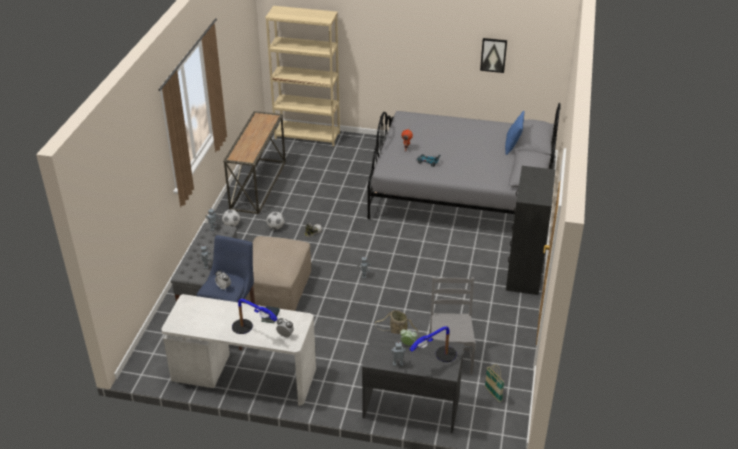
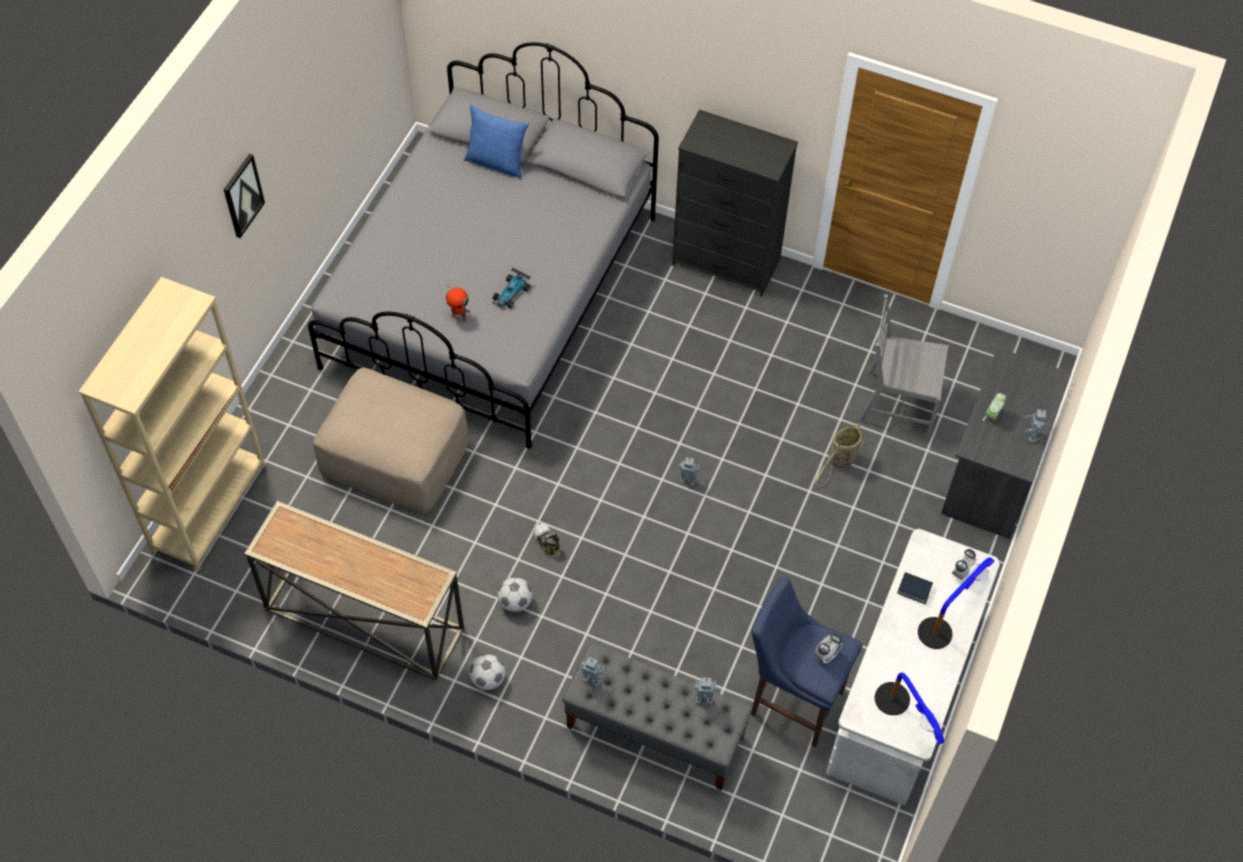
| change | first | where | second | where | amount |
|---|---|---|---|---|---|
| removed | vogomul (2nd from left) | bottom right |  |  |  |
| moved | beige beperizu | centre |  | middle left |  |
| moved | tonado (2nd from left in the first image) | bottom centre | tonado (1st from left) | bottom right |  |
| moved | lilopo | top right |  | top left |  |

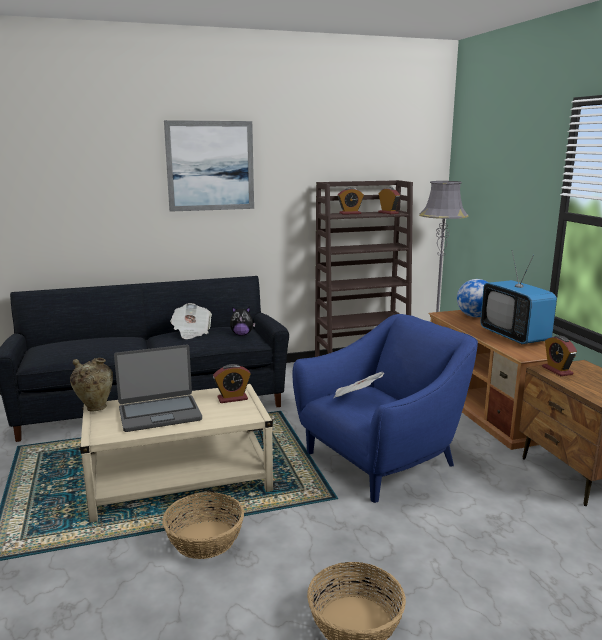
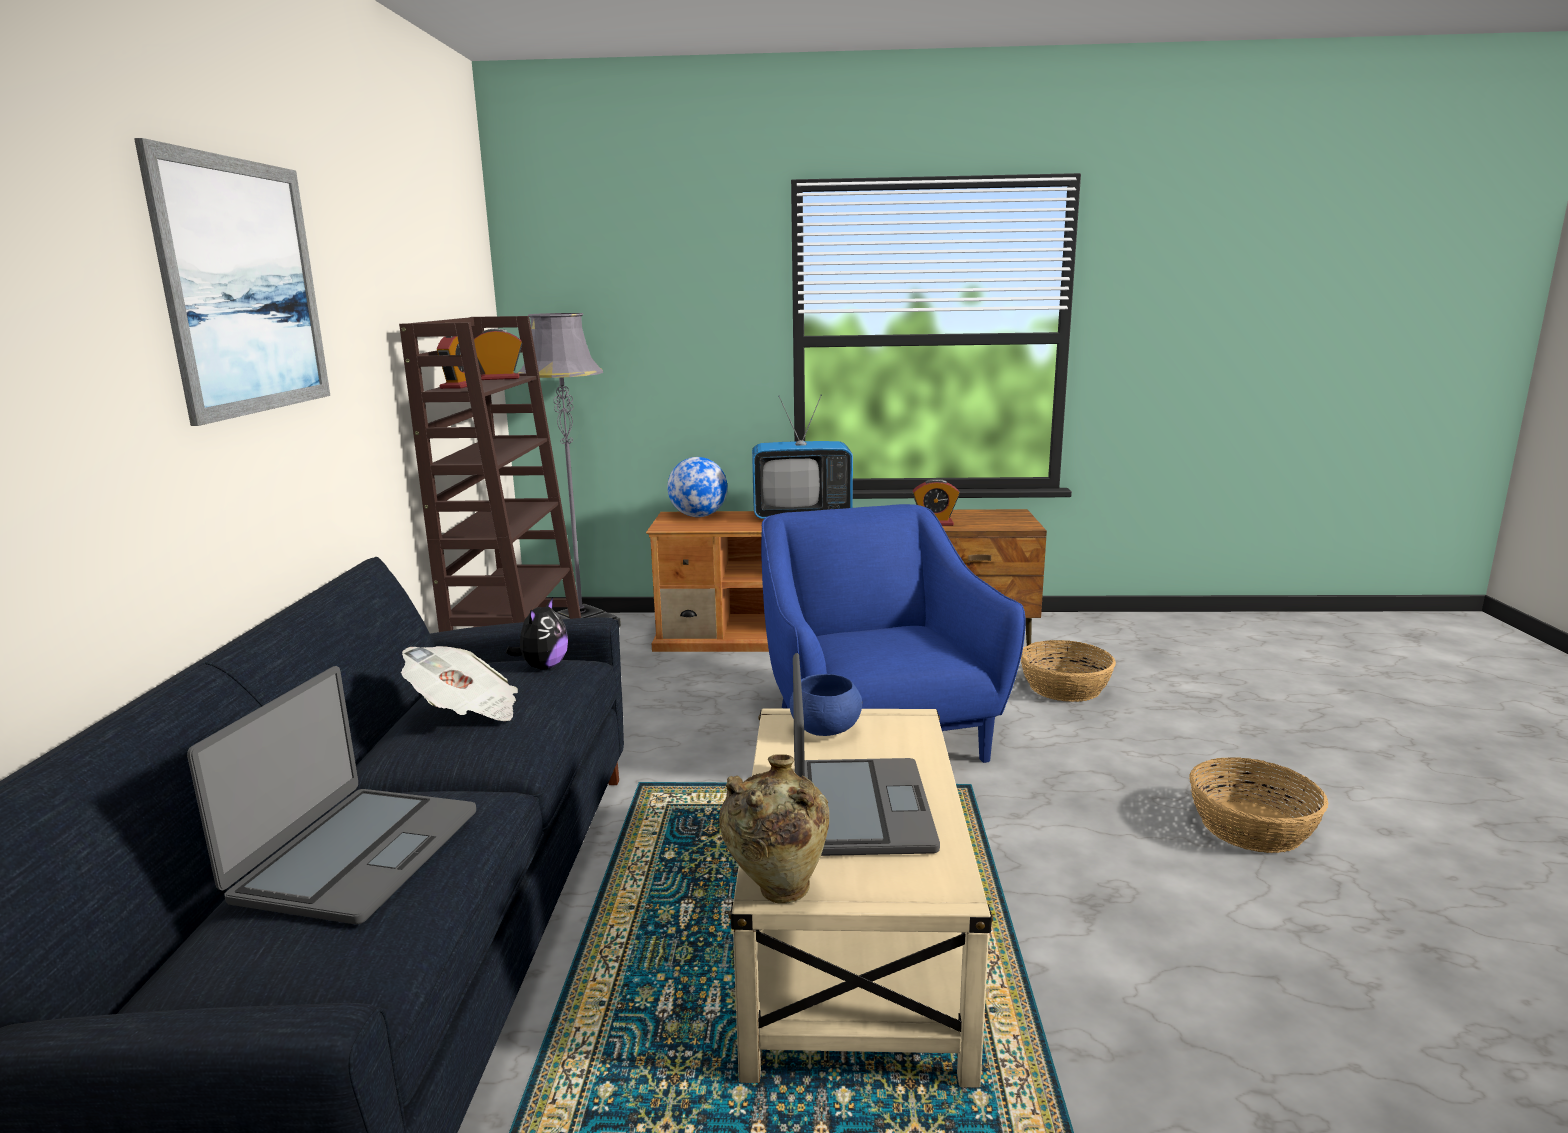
| change | first | where | second | where | amount |
|---|---|---|---|---|---|
| removed | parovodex (2nd from left) | centre |  |  |  |
| added |  |  | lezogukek (1st from left) | bottom left |  |
| moved | vogomul (1st from left) | bottom centre |  | middle right |  |
| replaced | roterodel (1st from left) | centre | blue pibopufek | centre |  |

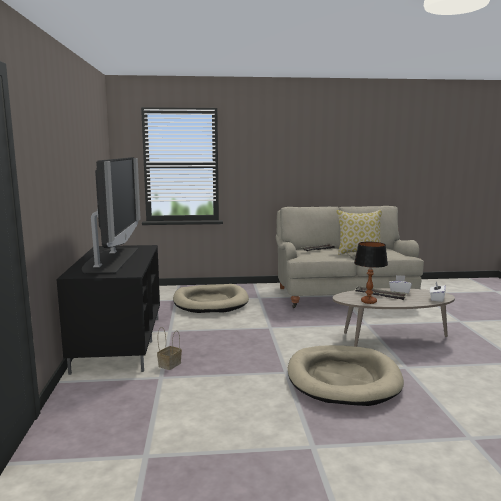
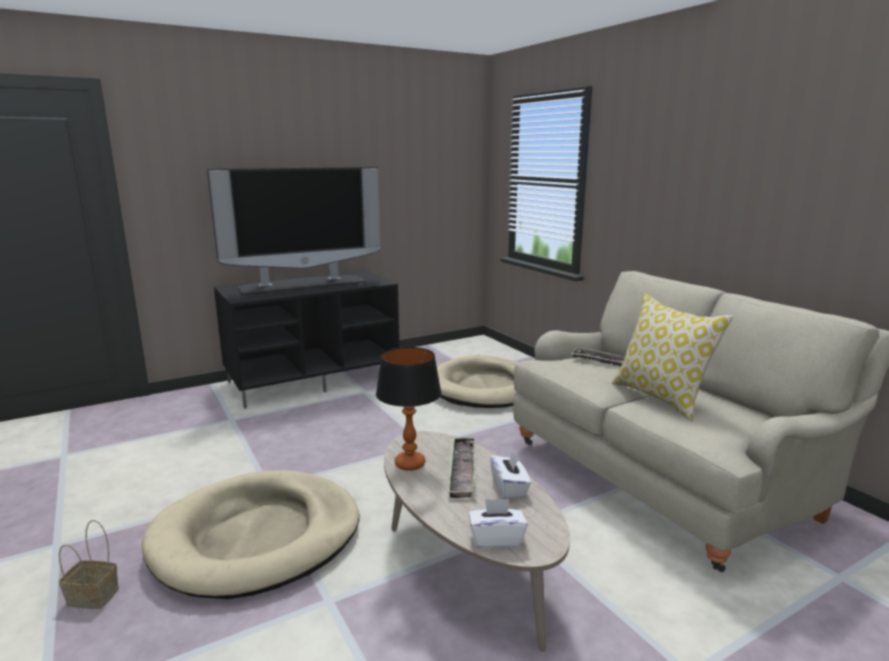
| change | first | where | second | where | amount |
|---|---|---|---|---|---|
| moved | vogomul | bottom centre |  | bottom left |  |

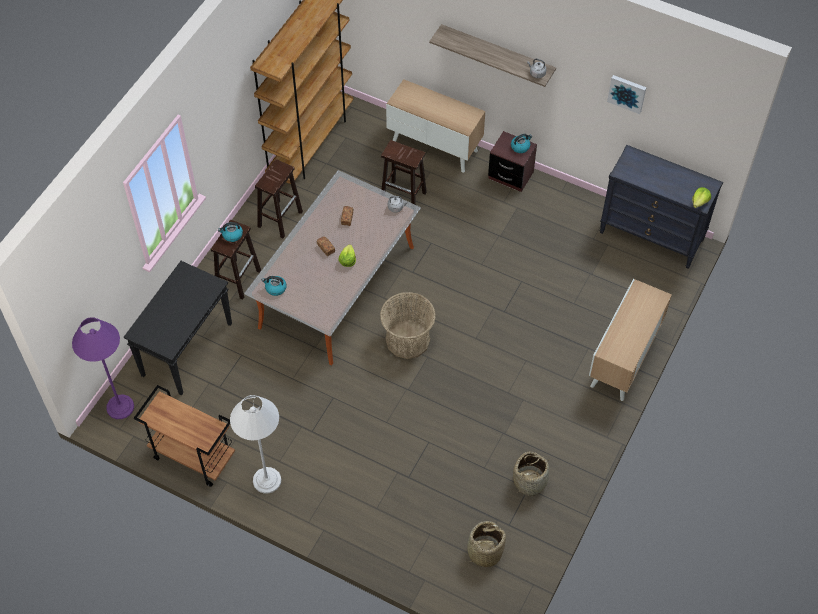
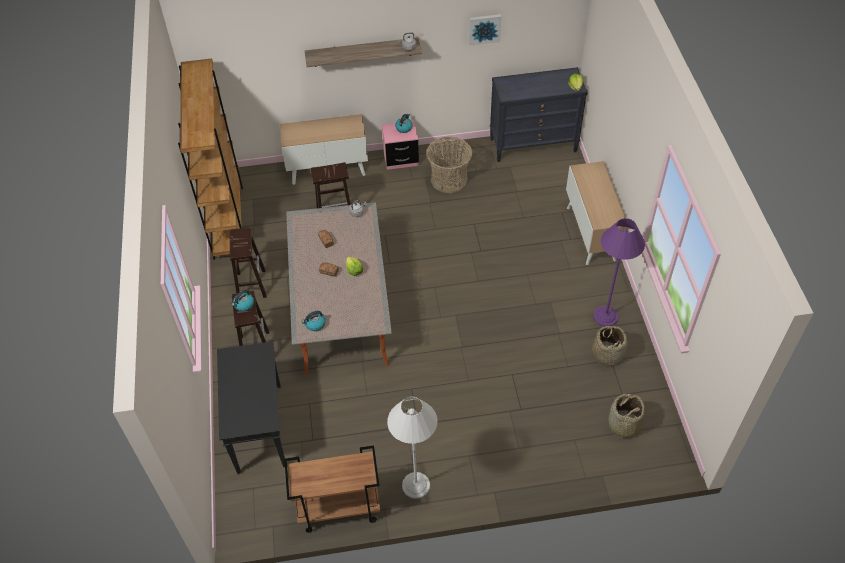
| change | first | where | second | where | amount |
|---|---|---|---|---|---|
| moved | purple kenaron | middle left |  | middle right |  |
| moved | vogomul (1st from left) | centre |  | top centre |  |
| recoloured | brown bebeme | top centre | pink bebeme | top centre |  |

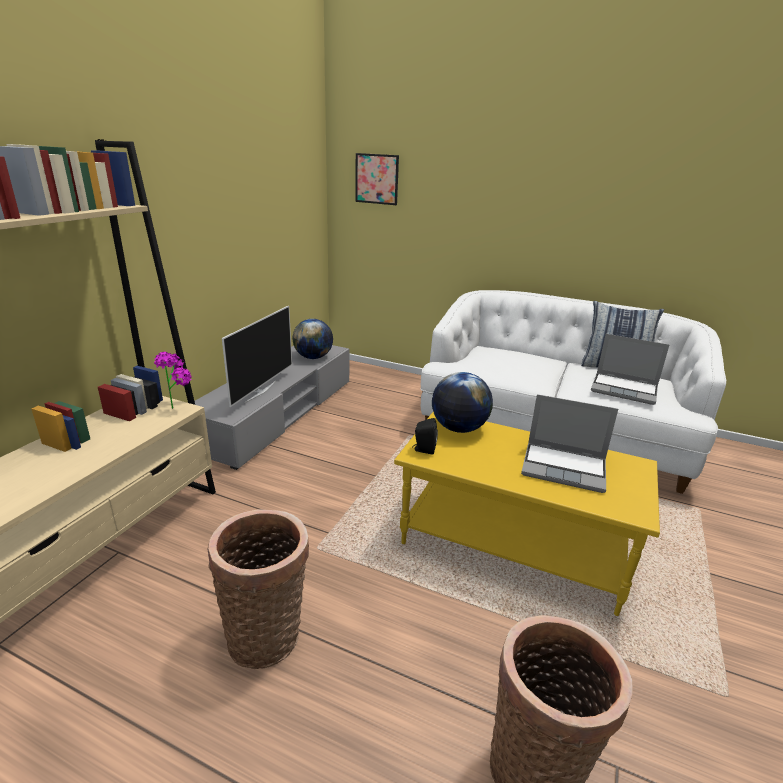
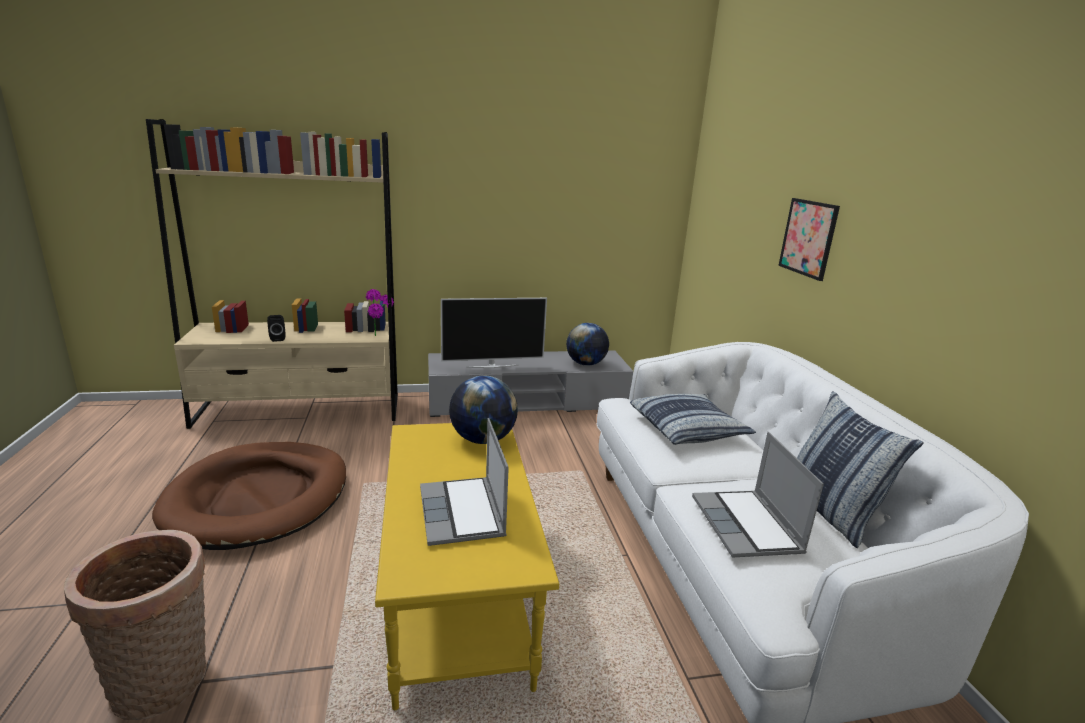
| change | first | where | second | where | amount |
|---|---|---|---|---|---|
| added |  |  | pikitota (1st from left) | centre |  |
| moved | lilopo | top centre |  | top right |  |
| moved | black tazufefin | centre |  | middle left |  |
| replaced | vogomul (1st from left) | bottom left | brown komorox | bottom left |  |

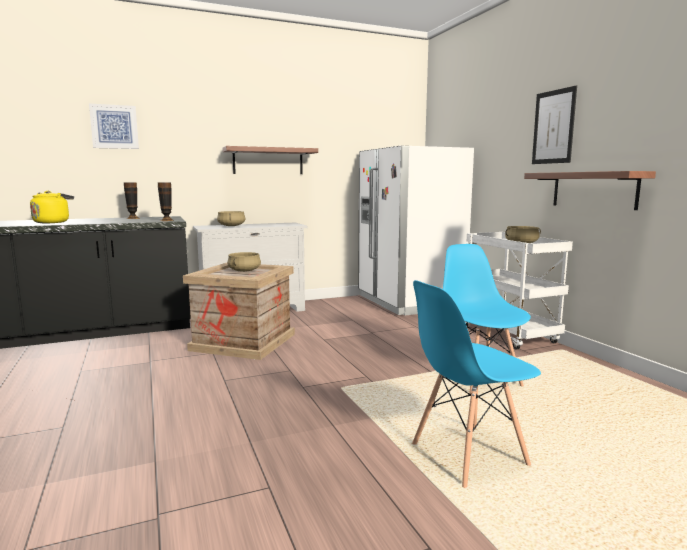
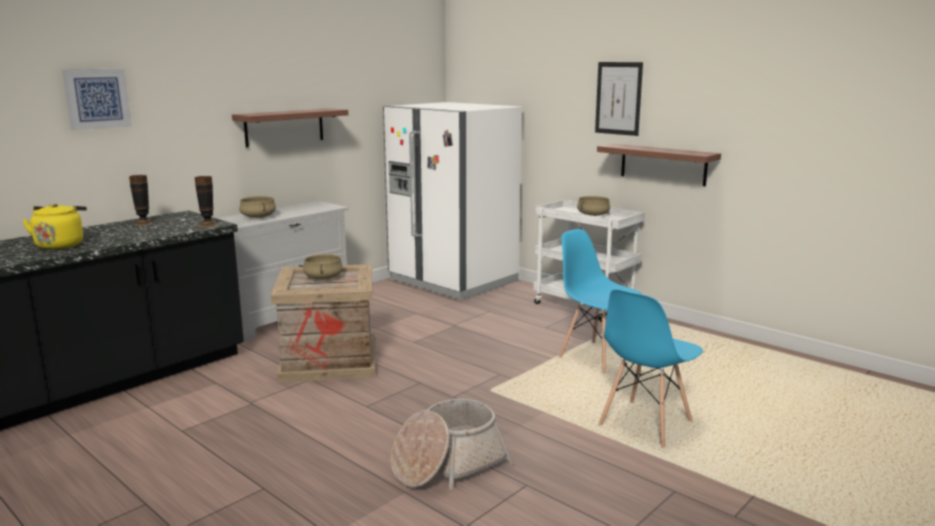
| change | first | where | second | where | amount |
|---|---|---|---|---|---|
| added |  |  | vogomul | bottom centre |  |

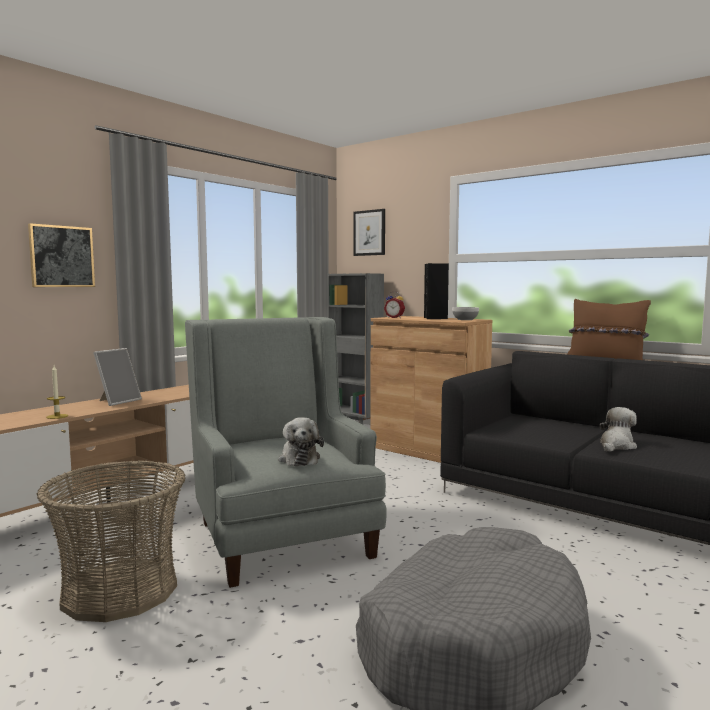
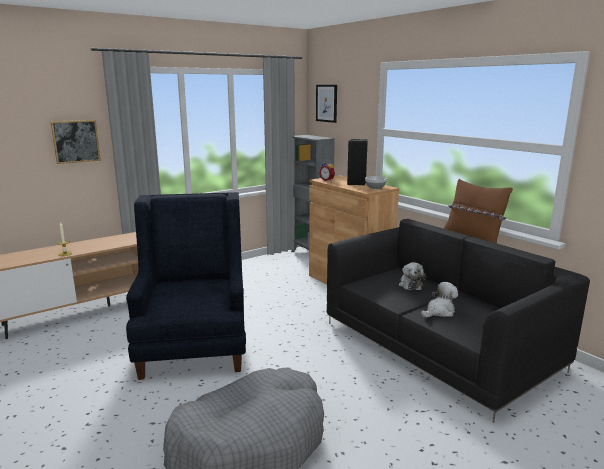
| change | first | where | second | where | amount |
|---|---|---|---|---|---|
| removed | vogomul | bottom left |  |  |  |
| removed | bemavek | middle left |  |  |  |
| moved | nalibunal (1st from left) | centre |  | middle right |  |
| recoloured | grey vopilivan | centre | blue vopilivan | middle left |  |

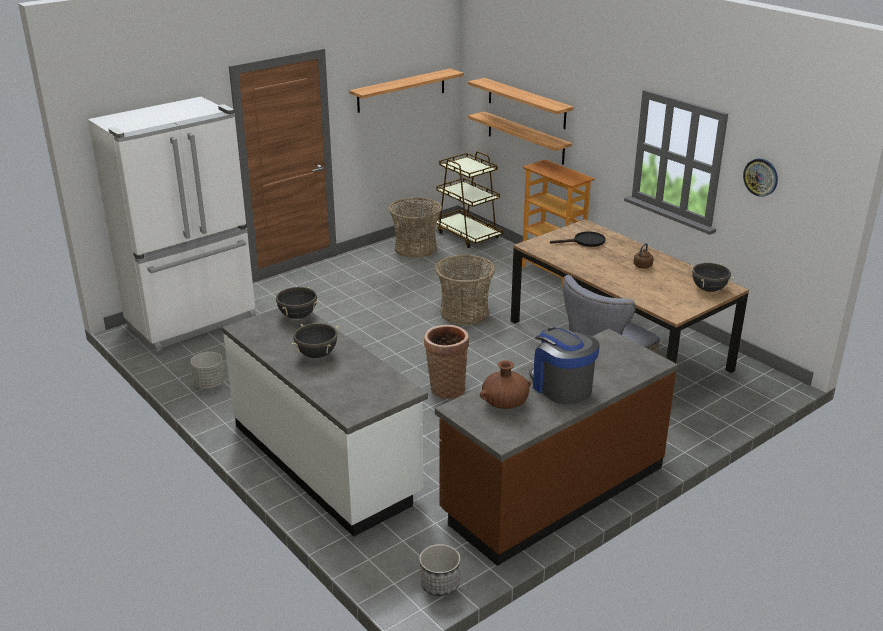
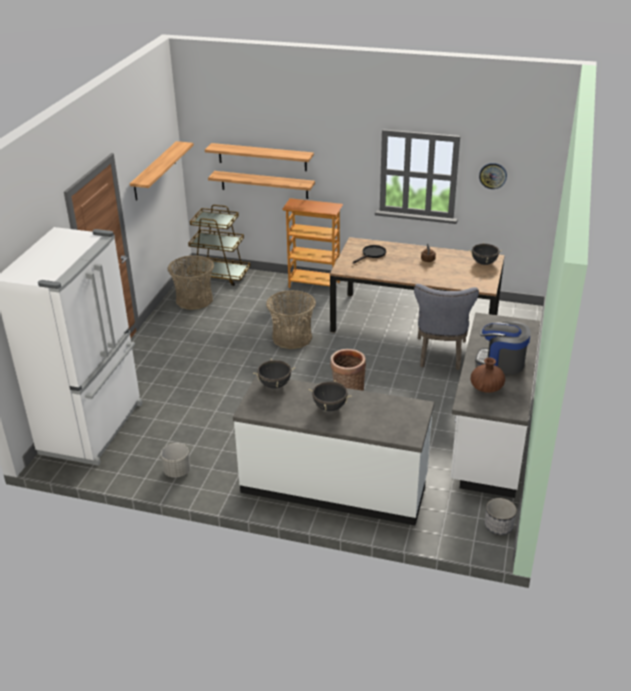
| change | first | where | second | where | amount |
|---|---|---|---|---|---|
| recoloured | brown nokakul | bottom centre | white nokakul (2nd from left) | middle right |  |

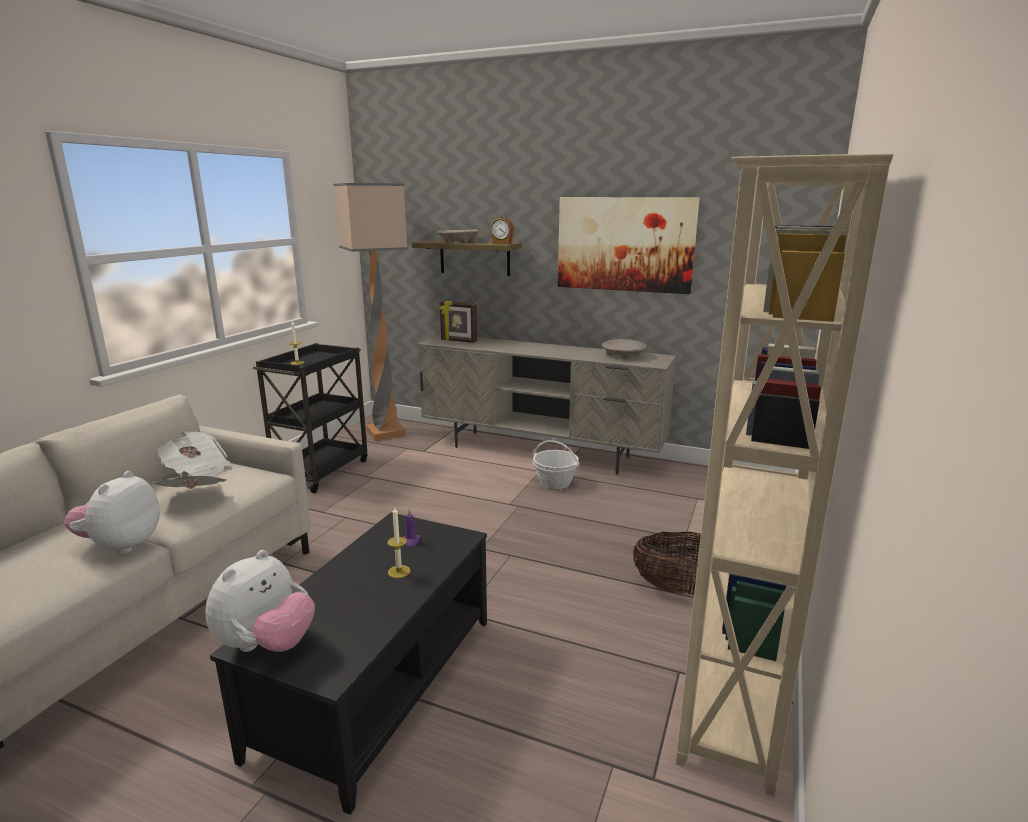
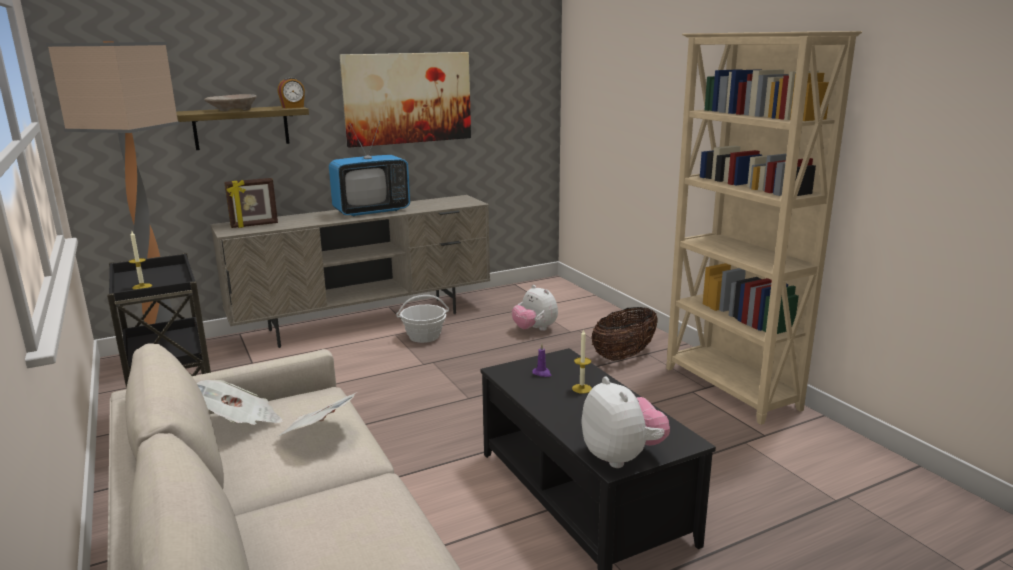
| change | first | where | second | where | amount |
|---|---|---|---|---|---|
| removed | beige pibopufek (2nd from left) | centre |  |  |  |
| added |  |  | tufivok | top centre |  |
| moved | nalibunal (1st from left) | middle left |  | centre |  |

